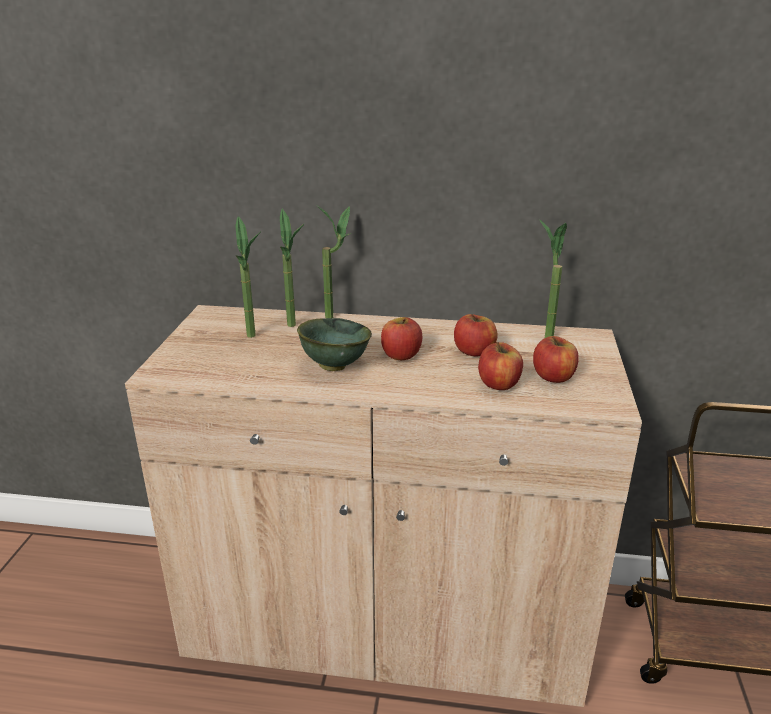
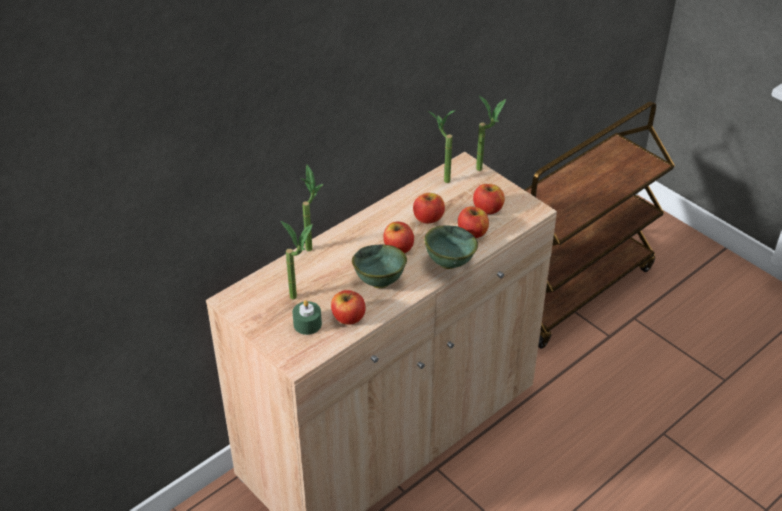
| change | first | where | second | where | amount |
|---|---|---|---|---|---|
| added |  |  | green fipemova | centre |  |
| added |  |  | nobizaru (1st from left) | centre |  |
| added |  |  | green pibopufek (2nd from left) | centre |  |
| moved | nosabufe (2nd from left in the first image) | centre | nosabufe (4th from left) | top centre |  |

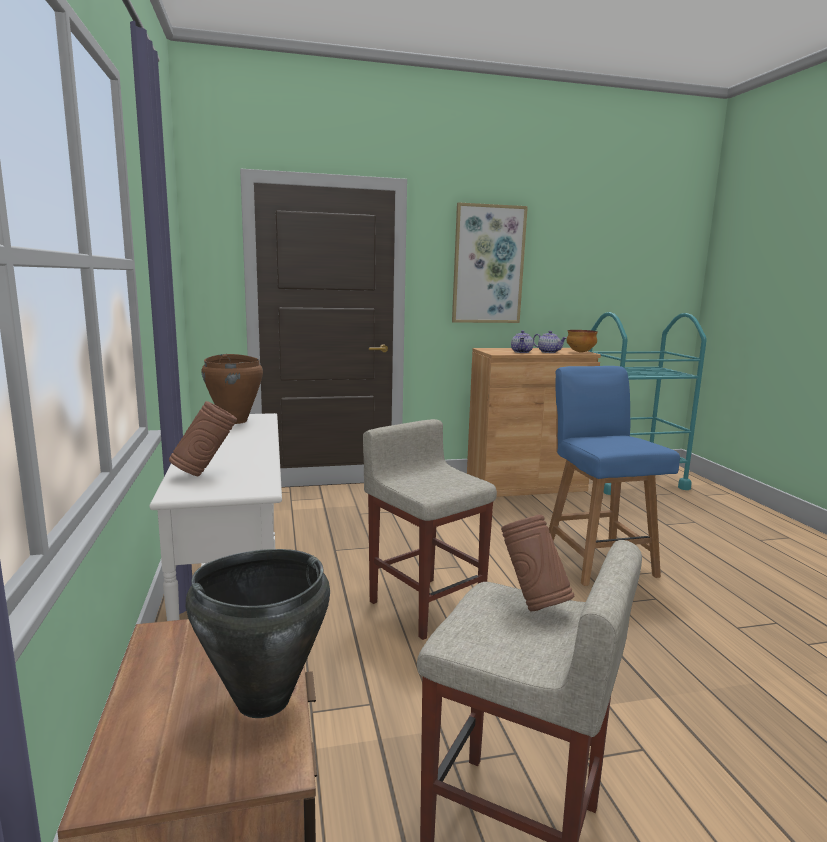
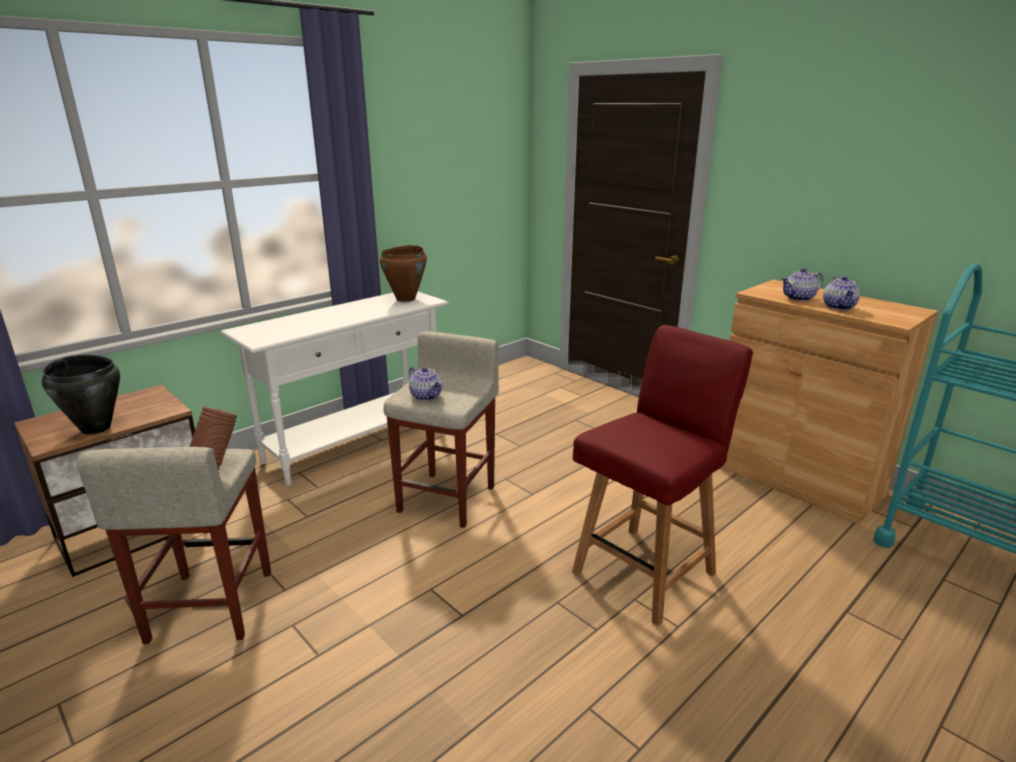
| change | first | where | second | where | amount |
|---|---|---|---|---|---|
| removed | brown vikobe (1st from left) | middle left |  |  |  |
| removed | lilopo | top centre |  |  |  |
| removed | pibopufek | middle right |  |  |  |
| added |  |  | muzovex (1st from left) | centre |  |
| recoloured | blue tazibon | middle right | red tazibon | centre |  |

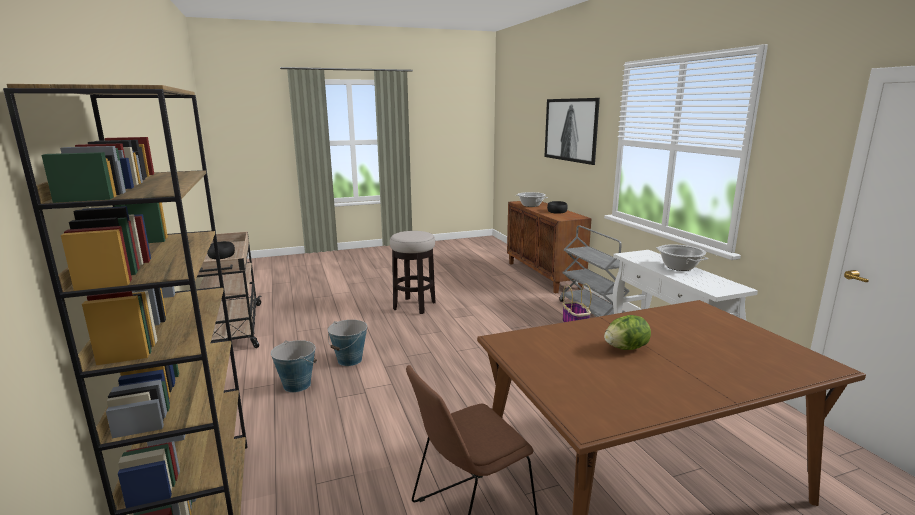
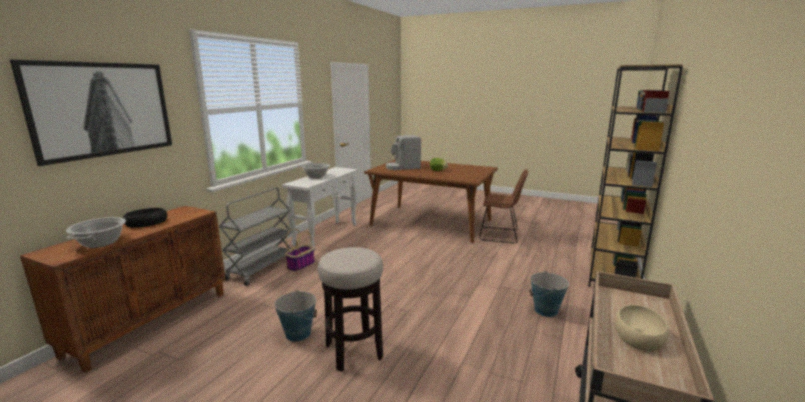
| change | first | where | second | where | amount |
|---|---|---|---|---|---|
| added |  |  | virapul | centre |  |
| moved | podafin (2nd from left in the first image) | centre | podafin (1st from left) | bottom centre |  |
| recoloured | black pibopufek (1st from left) | middle left | beige pibopufek | bottom right |  |

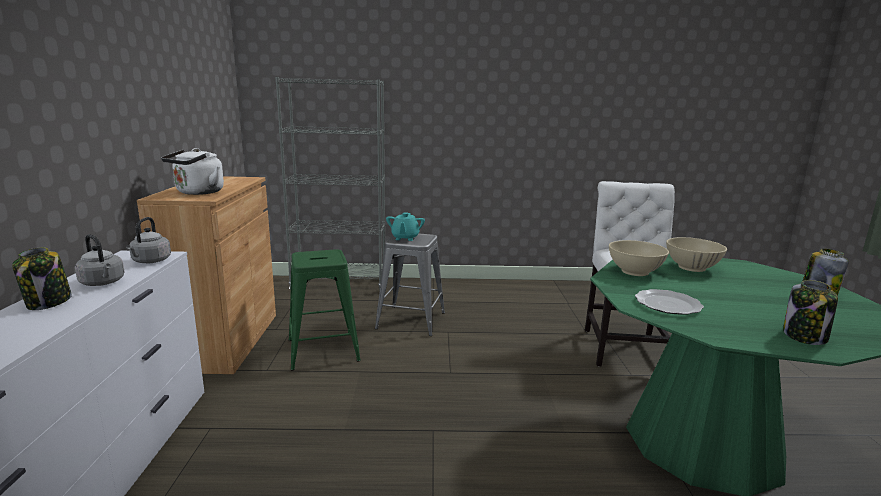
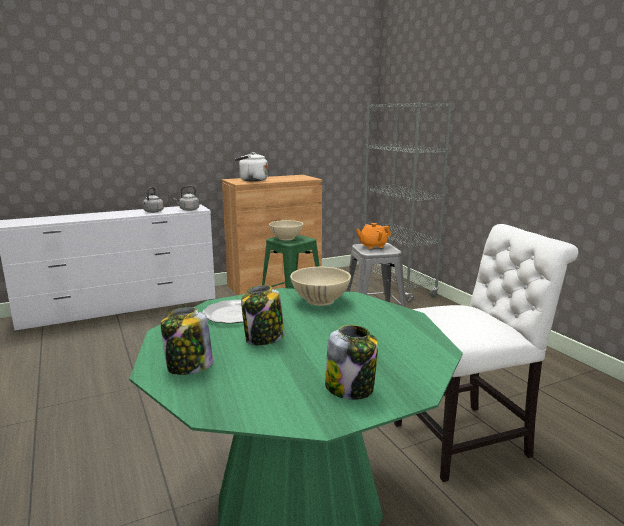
| change | first | where | second | where | amount |
|---|---|---|---|---|---|
| moved | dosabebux (1st from left in the first image) | middle left | dosabebux (2nd from left) | centre |  |
| moved | beige pibopufek (2nd from left in the first image) | middle right | beige pibopufek (1st from left) | centre |  |
| recoloured | turquoise muzovex | centre | orange muzovex | centre |  |

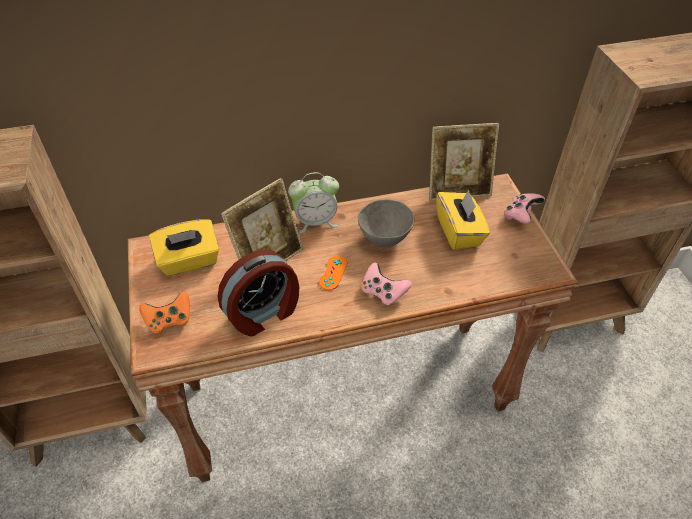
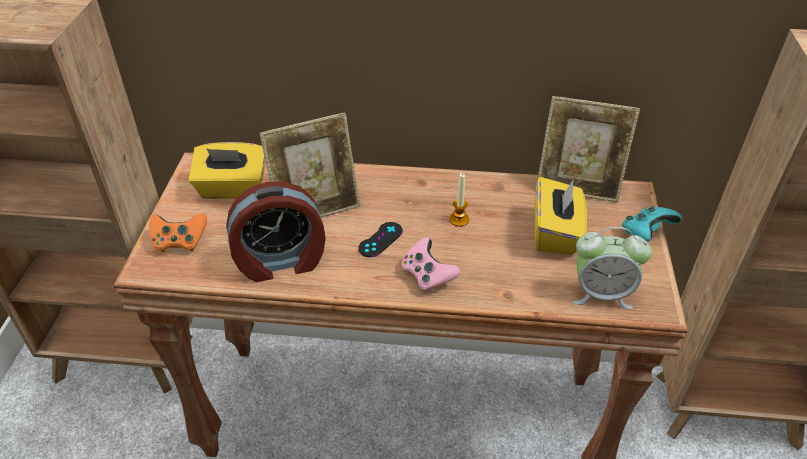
| change | first | where | second | where | amount |
|---|---|---|---|---|---|
| moved | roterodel (2nd from left) | centre |  | middle right |  |
| replaced | grey pibopufek | centre | fipemova | centre |  |
| recoloured | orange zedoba (2nd from left) | centre | black zedoba | centre |  |
| recoloured | pink zedoba (2nd from left) | middle right | turquoise zedoba | middle right |  |

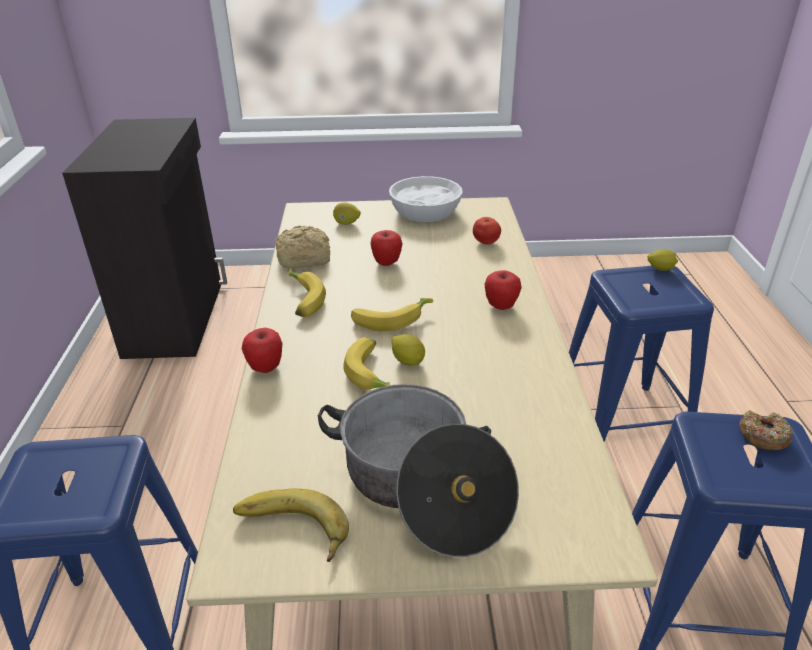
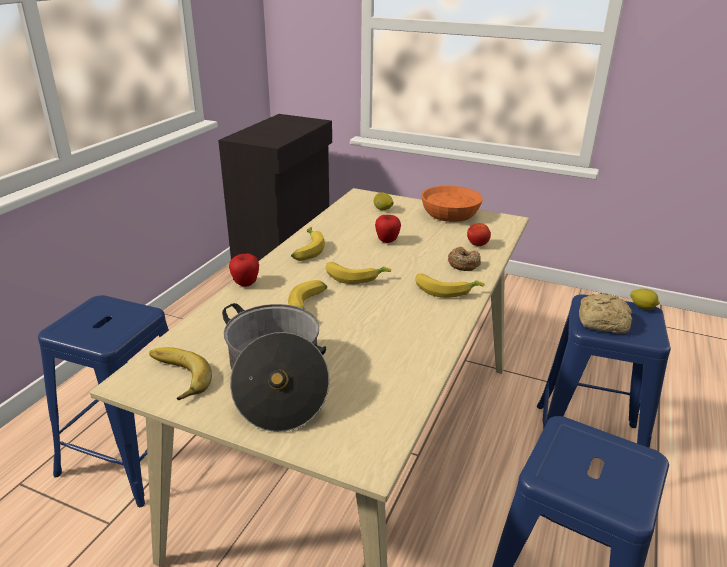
| change | first | where | second | where | amount |
|---|---|---|---|---|---|
| removed | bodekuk (2nd from left) | centre |  |  |  |
| moved | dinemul | centre |  | middle right |  |
| moved | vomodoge | middle right |  | centre |  |
| replaced | nobizaru (3rd from left) | centre | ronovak (5th from left) | centre |  |
| recoloured | white pibopufek | top centre | orange pibopufek | centre |  |

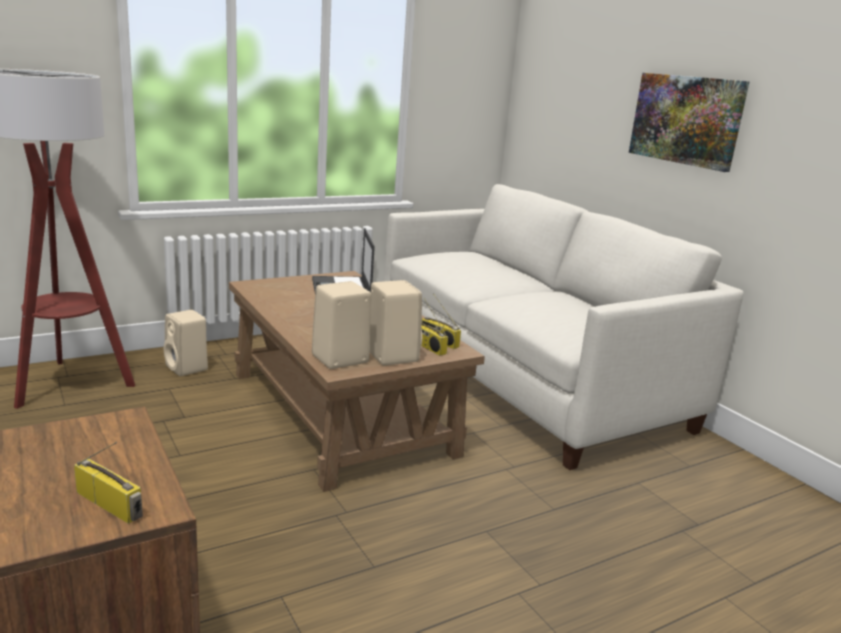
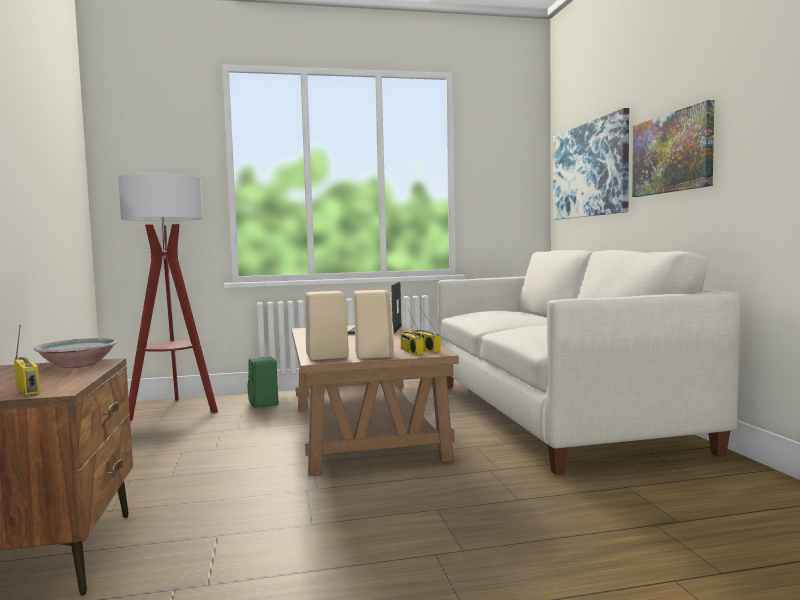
| change | first | where | second | where | amount |
|---|---|---|---|---|---|
| added |  |  | pibopufek | middle left |  |
| added |  |  | lilopo (1st from left) | top right |  |
| recoloured | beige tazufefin (1st from left) | middle left | green tazufefin | middle left |  |

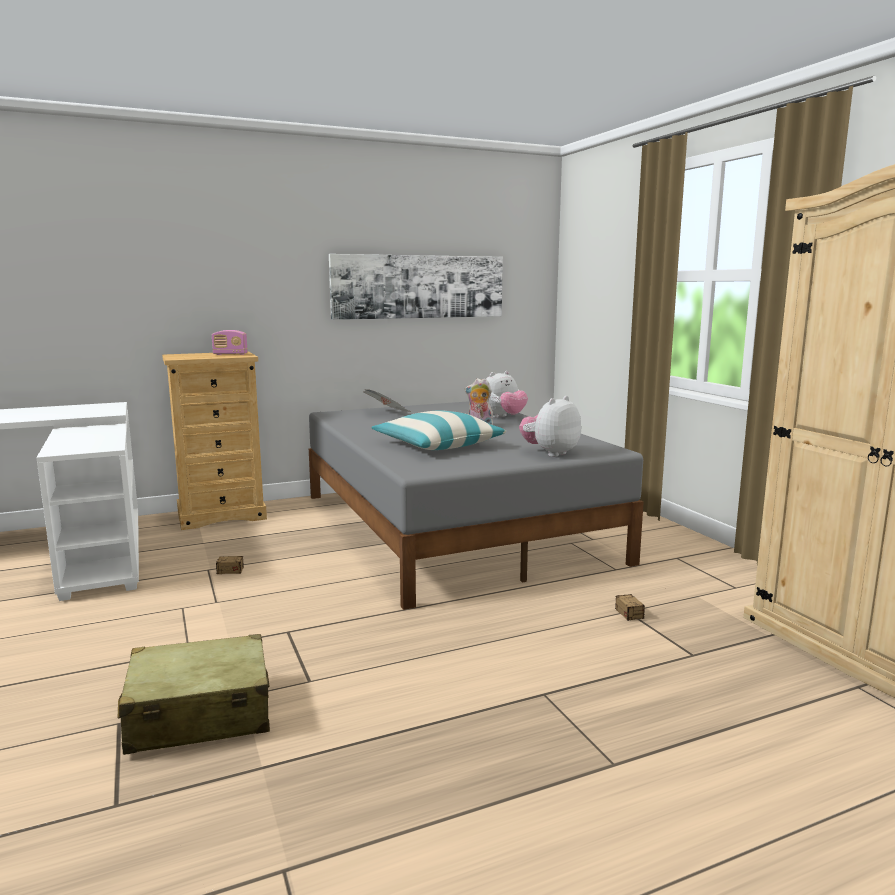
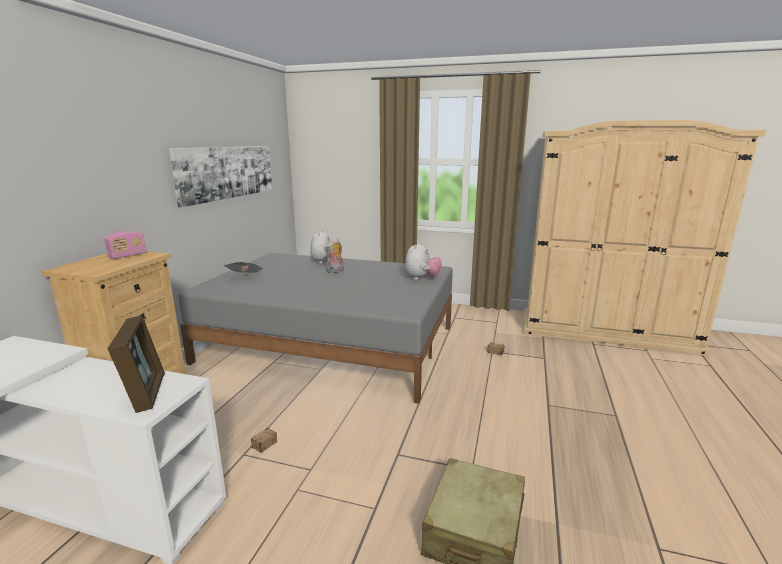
| change | first | where | second | where | amount |
|---|---|---|---|---|---|
| removed | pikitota | centre |  |  |  |
| added |  |  | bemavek | middle left |  |
| turned | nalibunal (3rd from left) | centre |  | centre | 150 degrees counterclockwise |

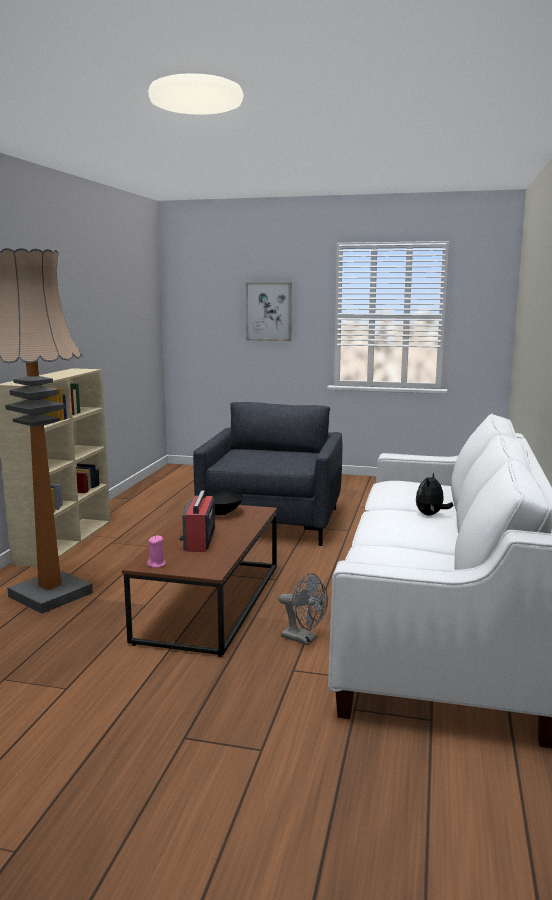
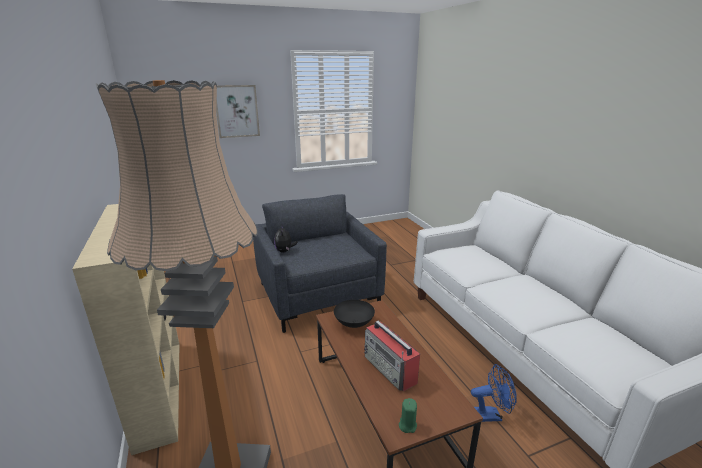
| change | first | where | second | where | amount |
|---|---|---|---|---|---|
| moved | nalibunal | middle right |  | centre |  |
| recoloured | pink fipemova | middle left | green fipemova | bottom centre |  |
| recoloured | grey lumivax | bottom centre | blue lumivax | bottom right |  |

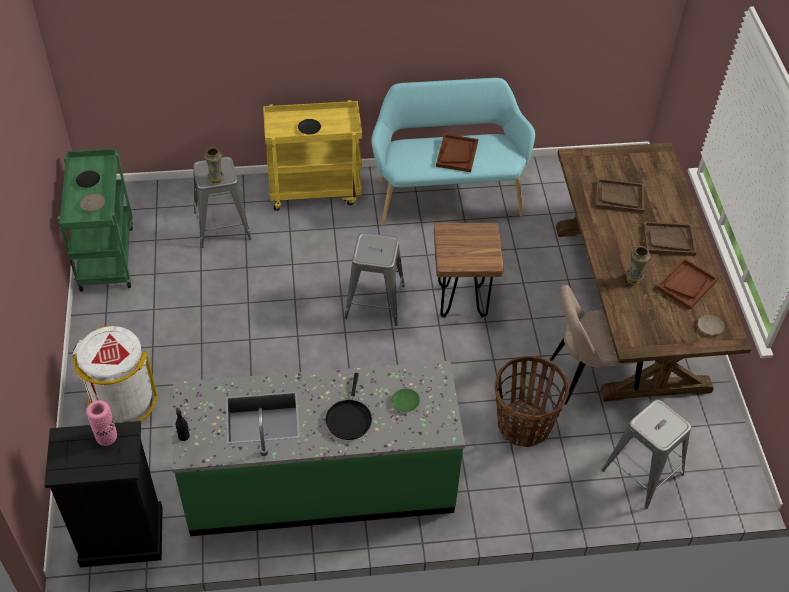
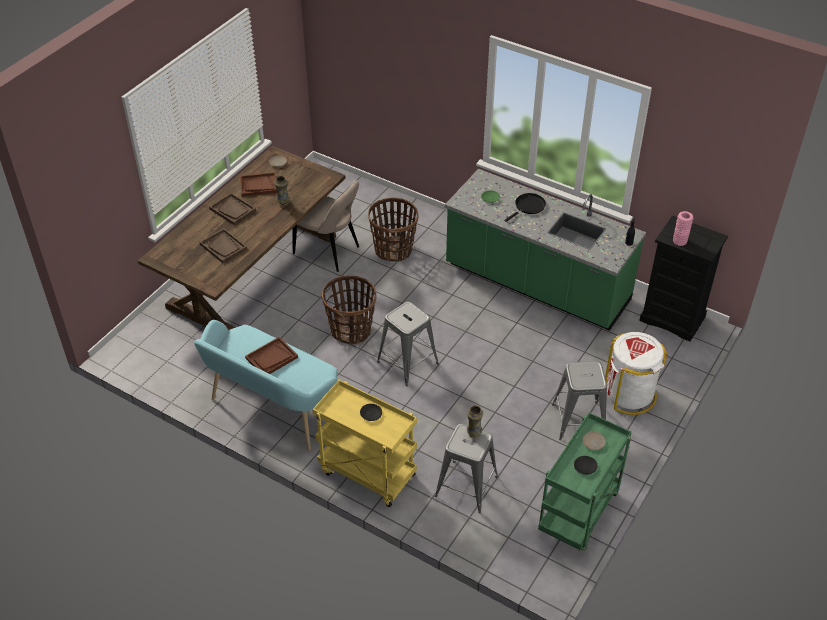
| change | first | where | second | where | amount |
|---|---|---|---|---|---|
| moved | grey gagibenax (3rd from left) | bottom right |  | middle right |  |
| replaced | brown gagibenax | centre | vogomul (1st from left) | centre |  |

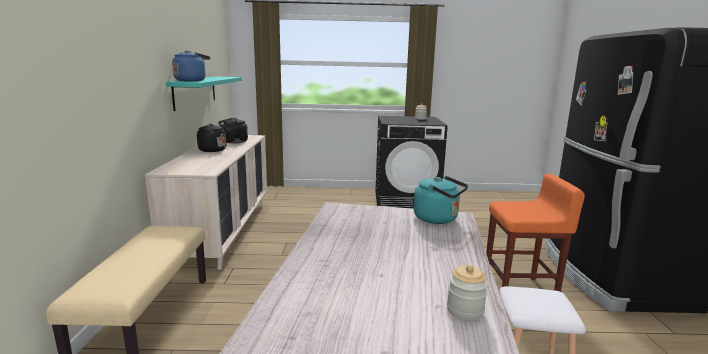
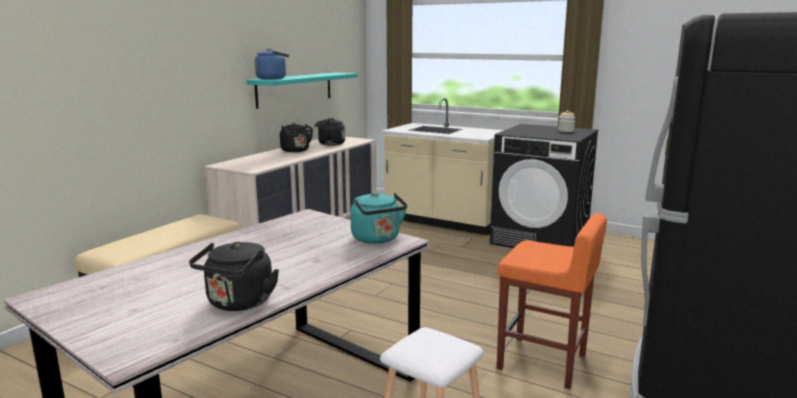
| change | first | where | second | where | amount |
|---|---|---|---|---|---|
| added |  |  | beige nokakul | centre |  |
| replaced | dosabebux (2nd from left) | bottom centre | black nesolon (1st from left) | bottom left |  |

